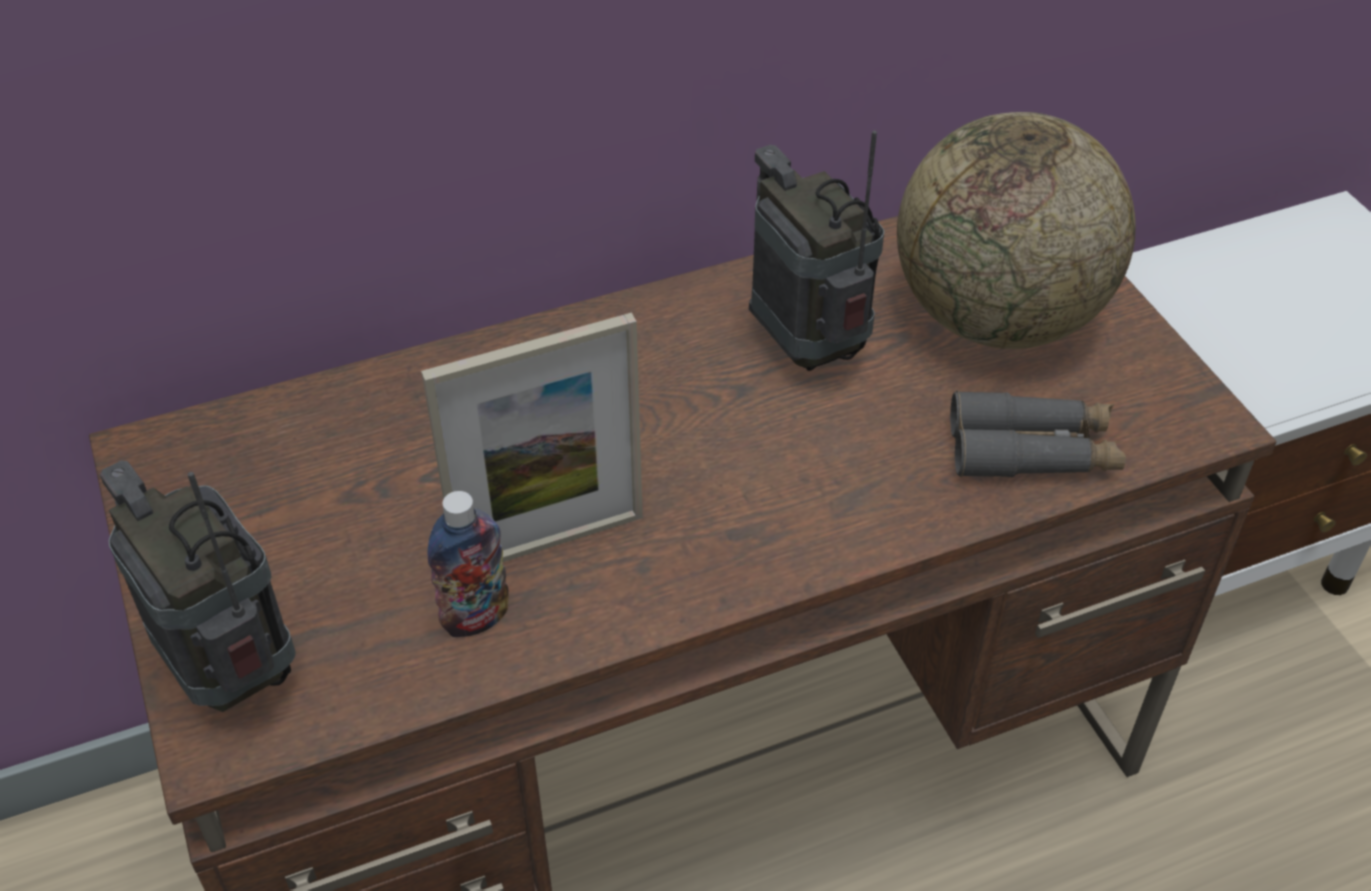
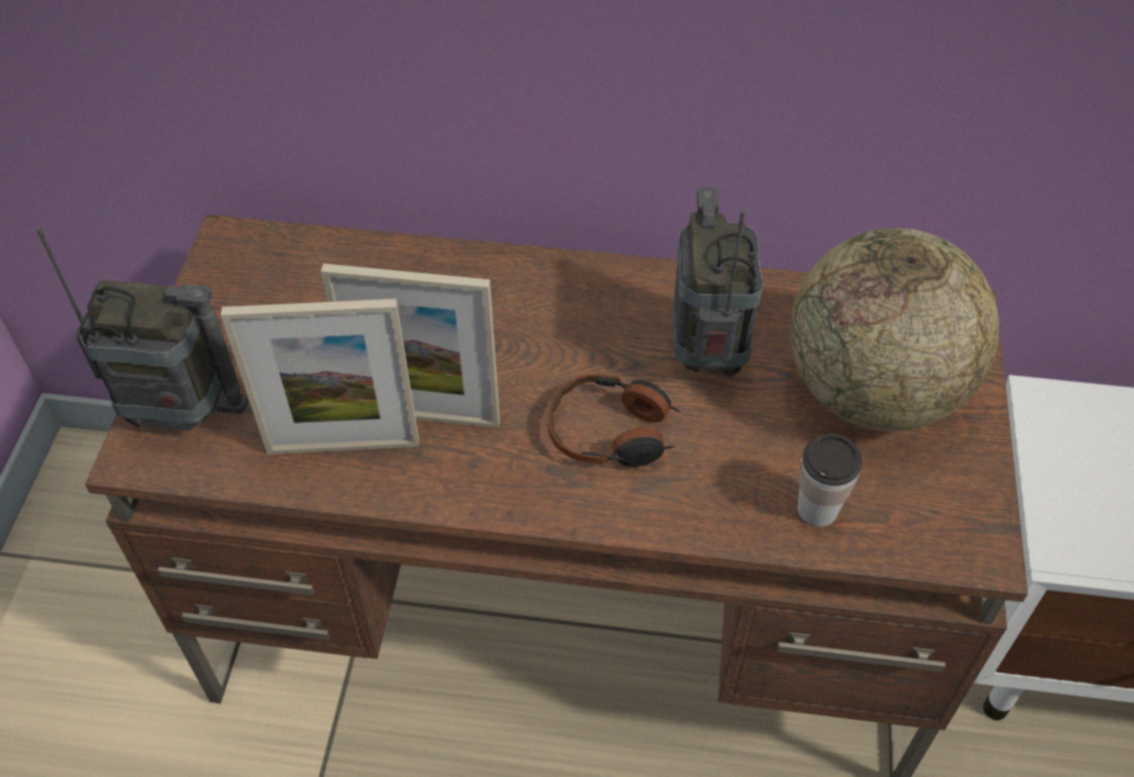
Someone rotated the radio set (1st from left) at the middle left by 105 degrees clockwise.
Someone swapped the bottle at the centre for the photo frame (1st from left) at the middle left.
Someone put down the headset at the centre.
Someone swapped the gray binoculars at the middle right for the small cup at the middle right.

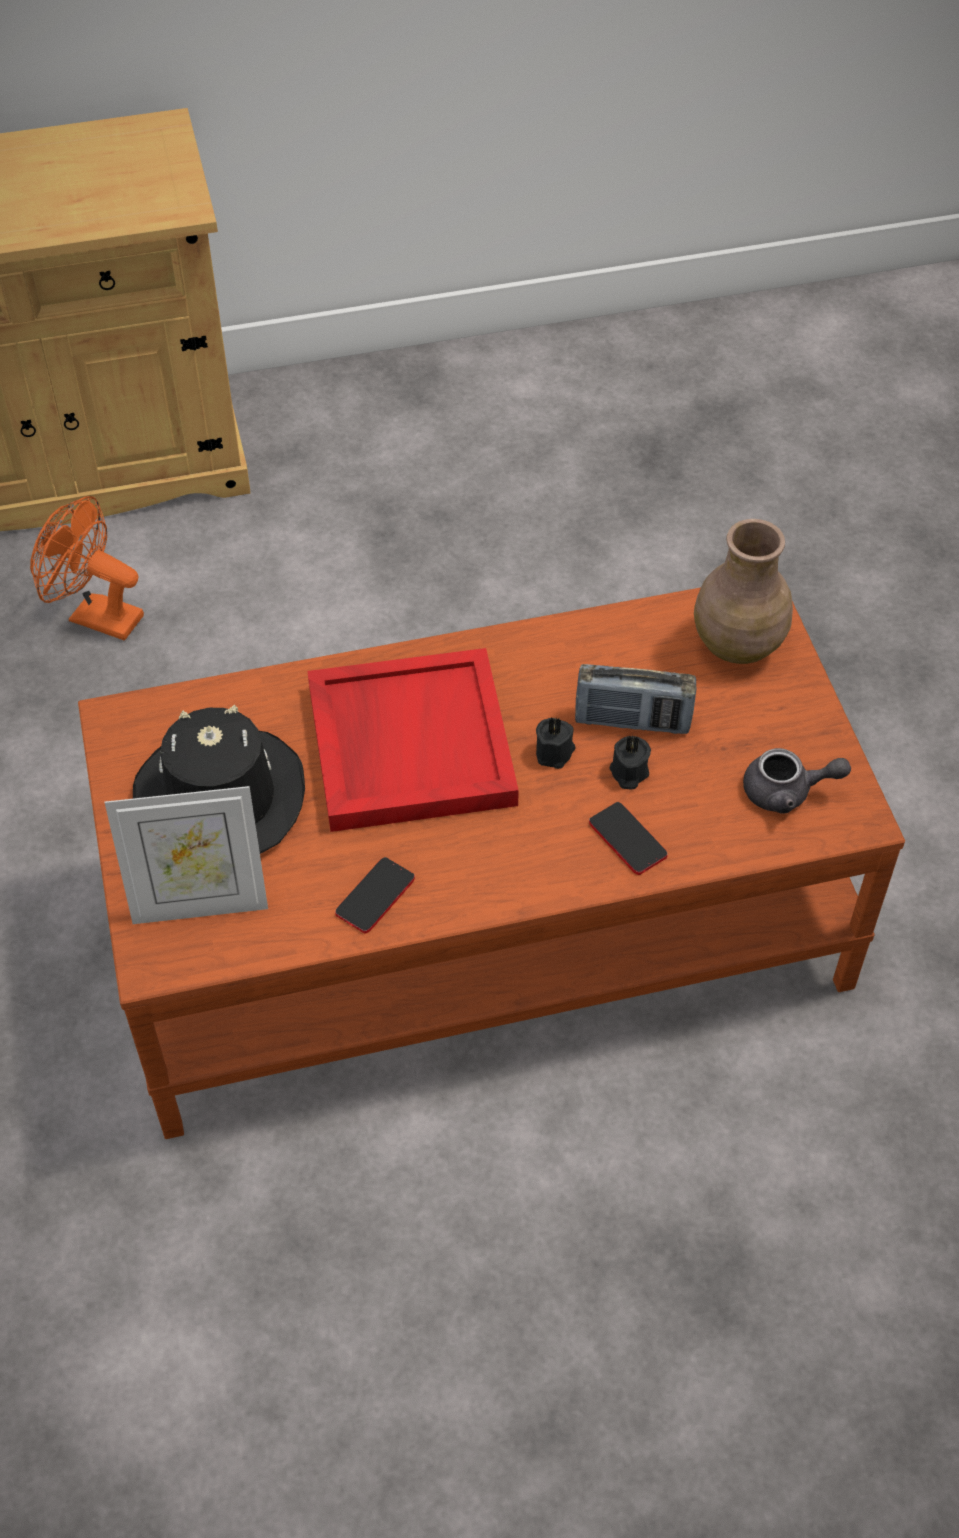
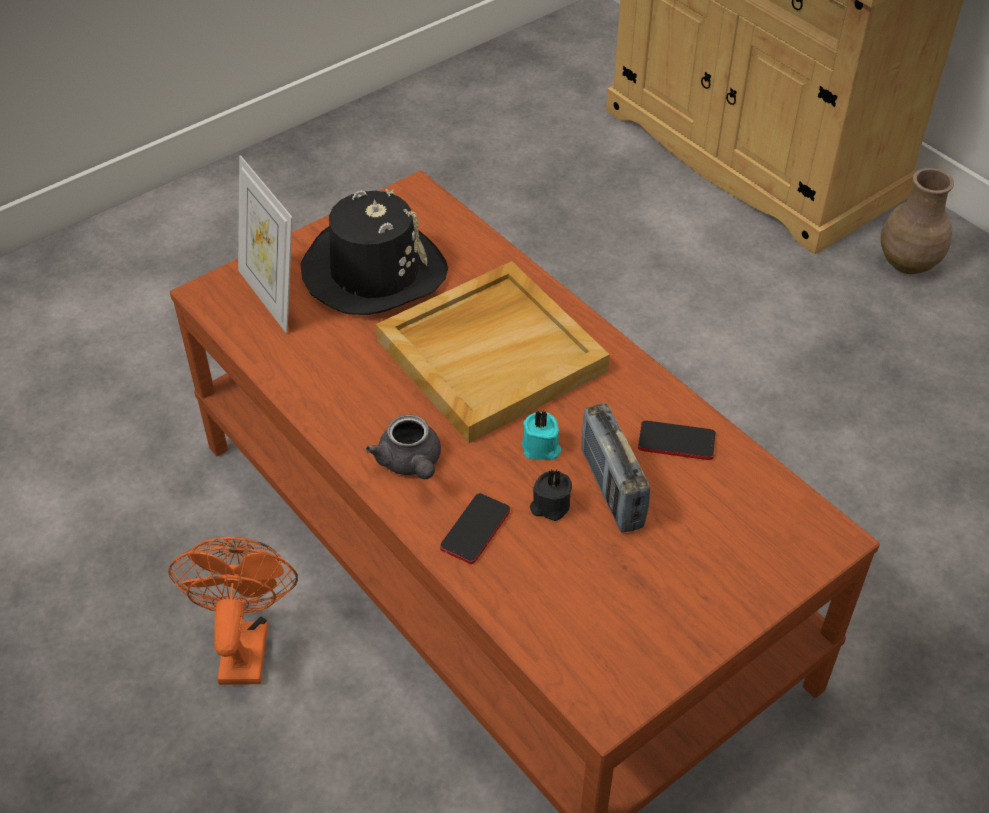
Someone carried the orange-coloured fan from the middle left to the bottom left.
Someone carried the gray tea pot from the middle right to the centre.
Someone repainted the red-coloured carrying tray at the centre, which became the beige carrying tray at the centre.
Someone repainted the black-coloured candle (1st from left) at the centre, which became the turquoise candle at the centre.
Someone carried the handset (1st from left in the first image) from the centre to the middle right.
Someone carried the brownish flower vase from the middle right to the top right.

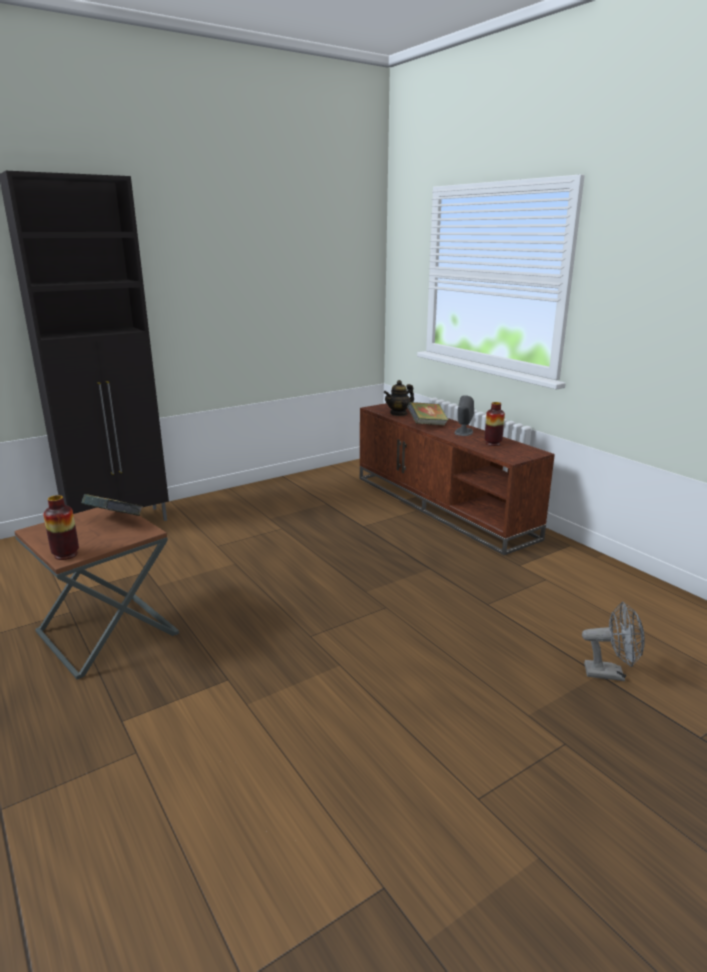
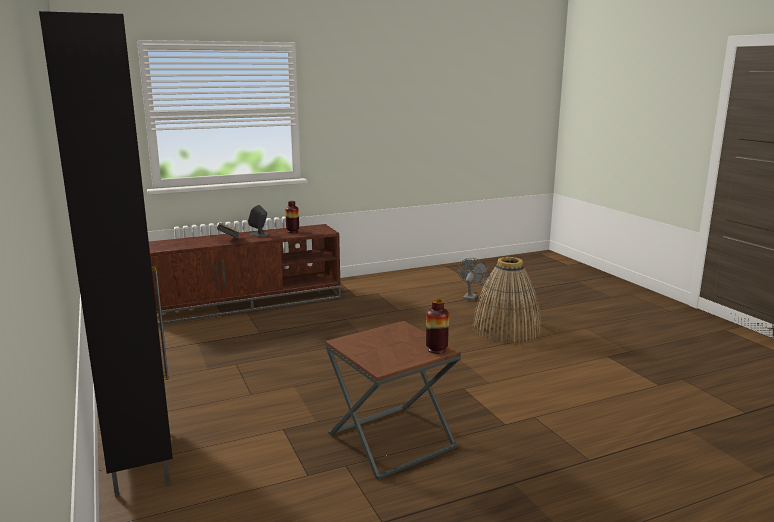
Someone put down the basket at the centre.
Someone took away the volume (1st from left) at the middle left.
Someone took away the tea pot at the centre.

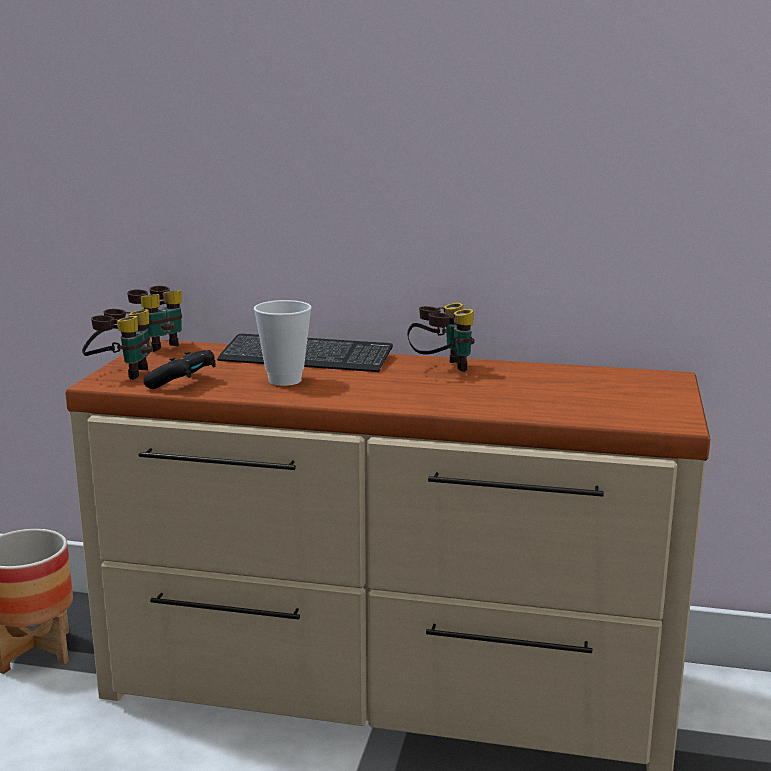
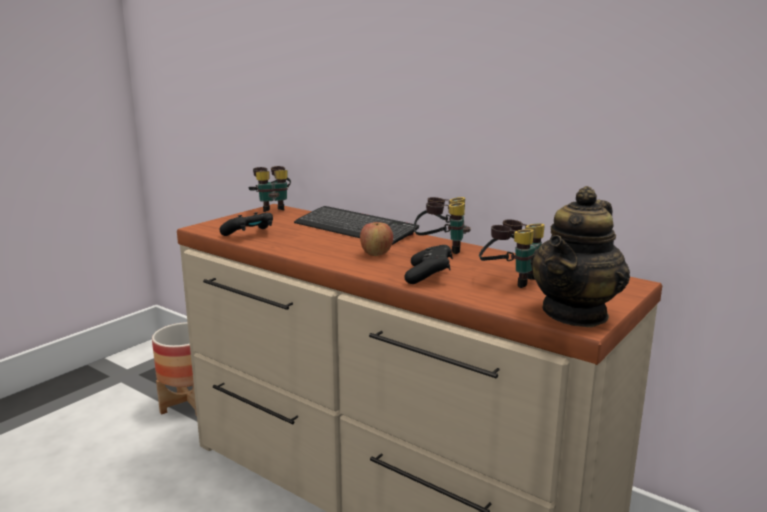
Someone put down the apple fruit at the centre.
Someone put down the black-coloured gamepad (2nd from left) at the centre.
Someone carried the binoculars (1st from left in the first image) from the middle left to the middle right.
Someone put down the tea pot at the middle right.
Someone took away the small cup at the centre.

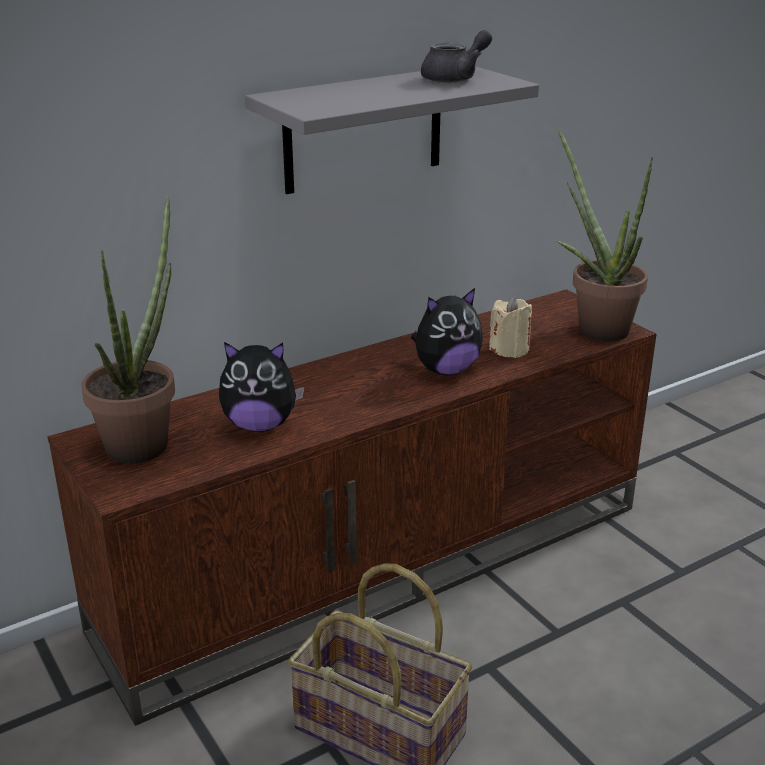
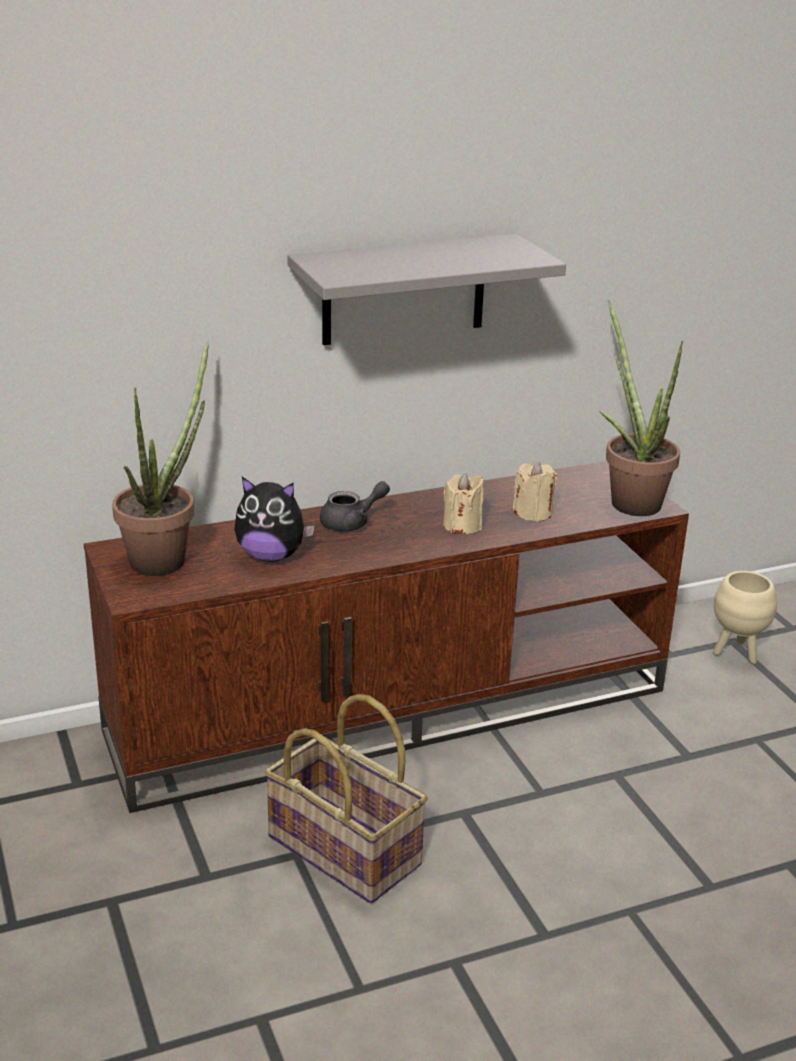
Someone carried the gray tea pot from the top centre to the centre.
Someone swapped the soft toy (2nd from left) at the centre for the beige candle (1st from left) at the centre.
Someone put down the beige plant pot at the middle right.

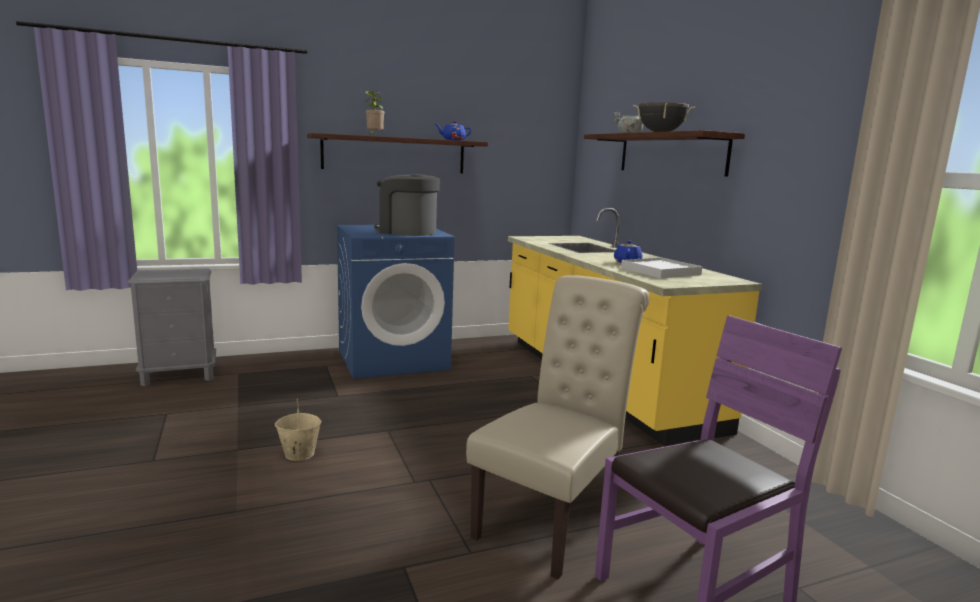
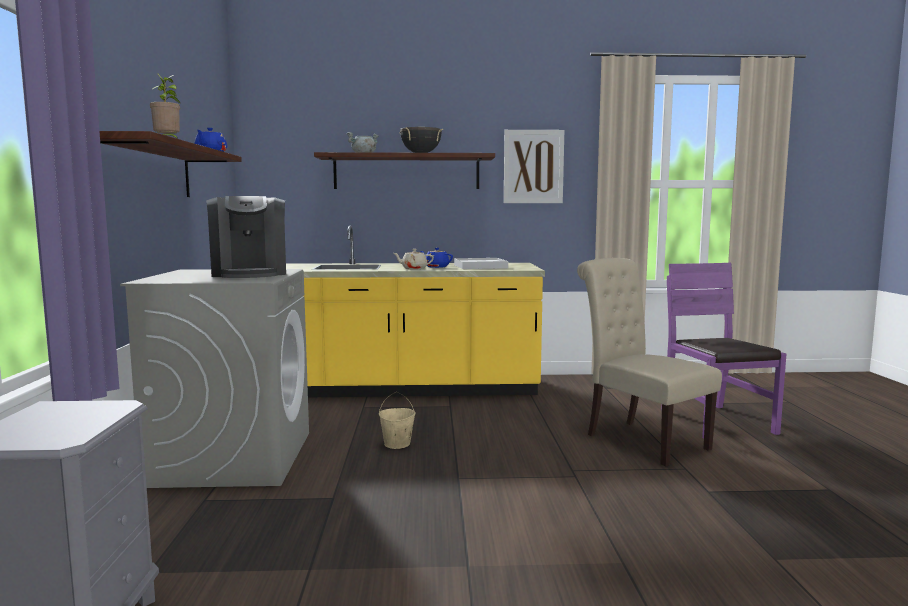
Someone repainted the blue laundry appliance at the centre, which became the gray laundry appliance at the middle left.
Someone rotated the coffee machine at the centre by 60 degrees counterclockwise.
Someone carried the beige pail from the bottom left to the bottom centre.
Someone put down the beige tea pot at the centre.
Someone put up the picture at the top centre.

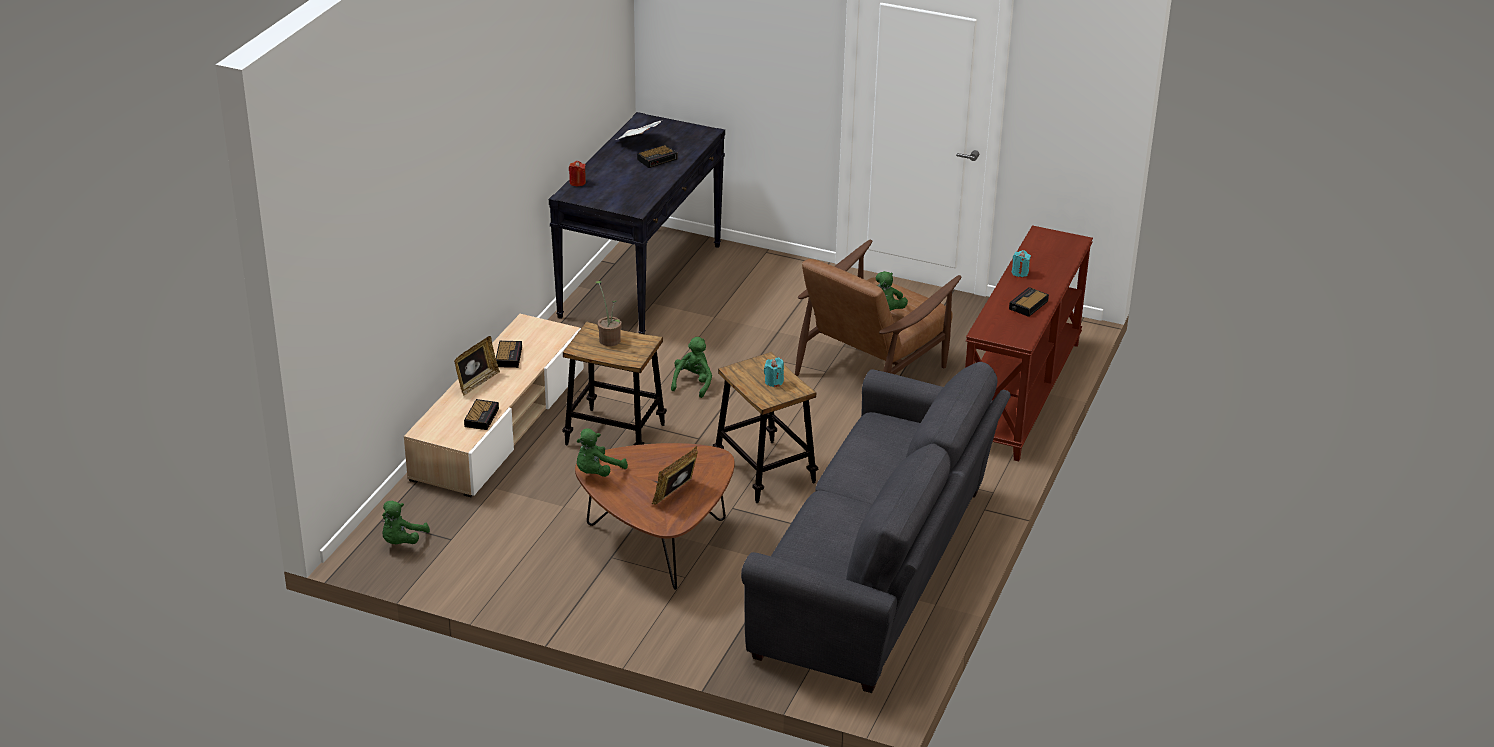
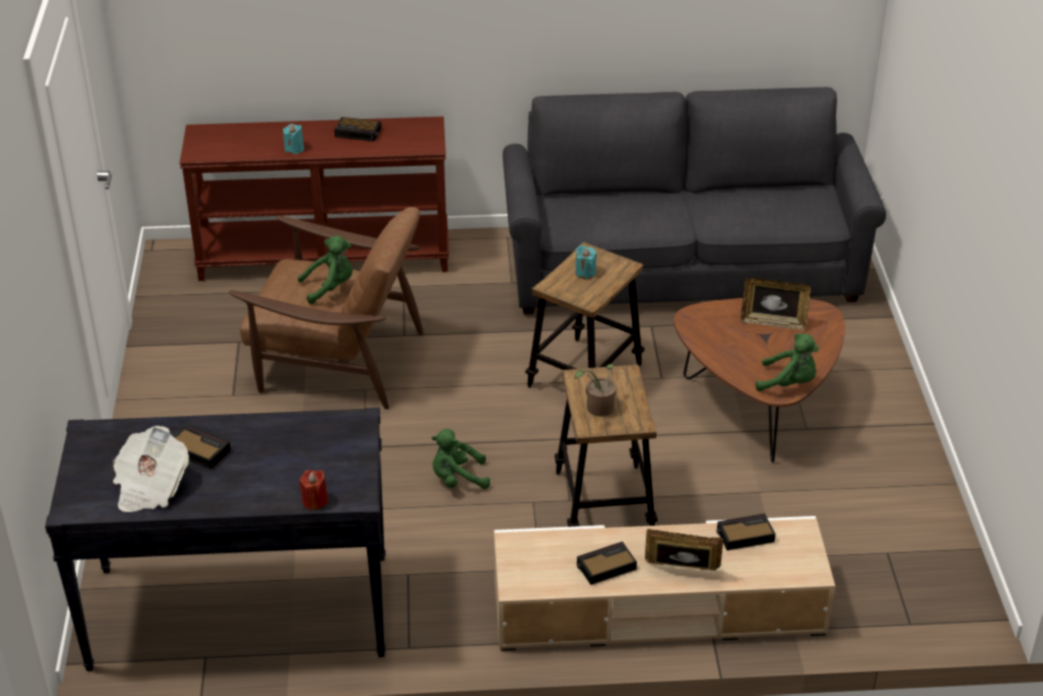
Someone took away the greenish soft toy (1st from left) at the bottom left.

